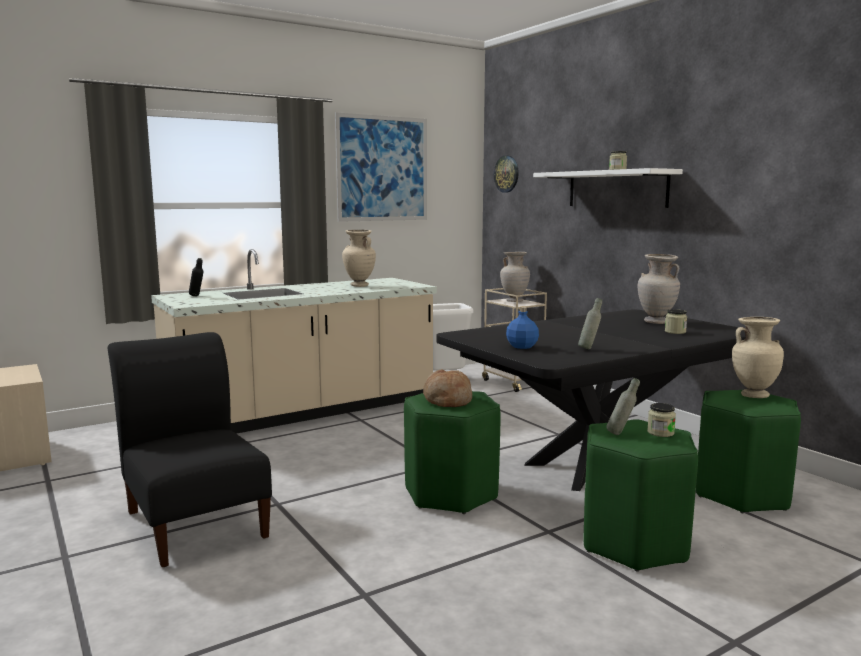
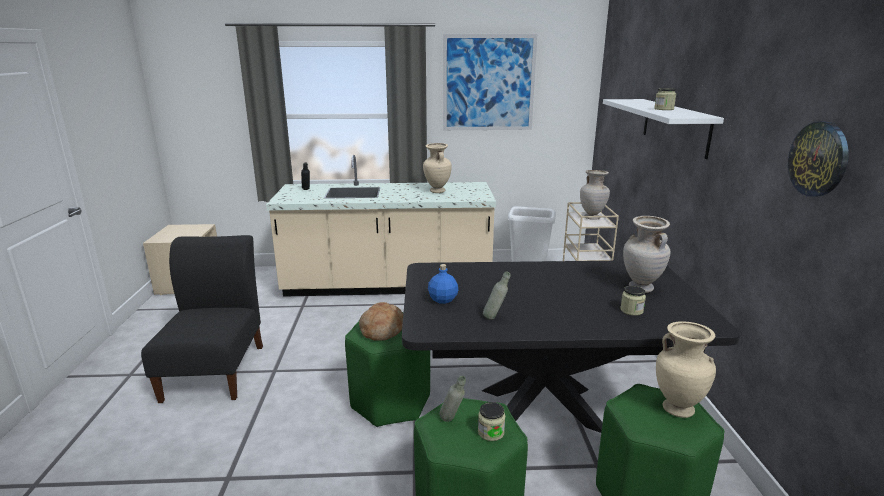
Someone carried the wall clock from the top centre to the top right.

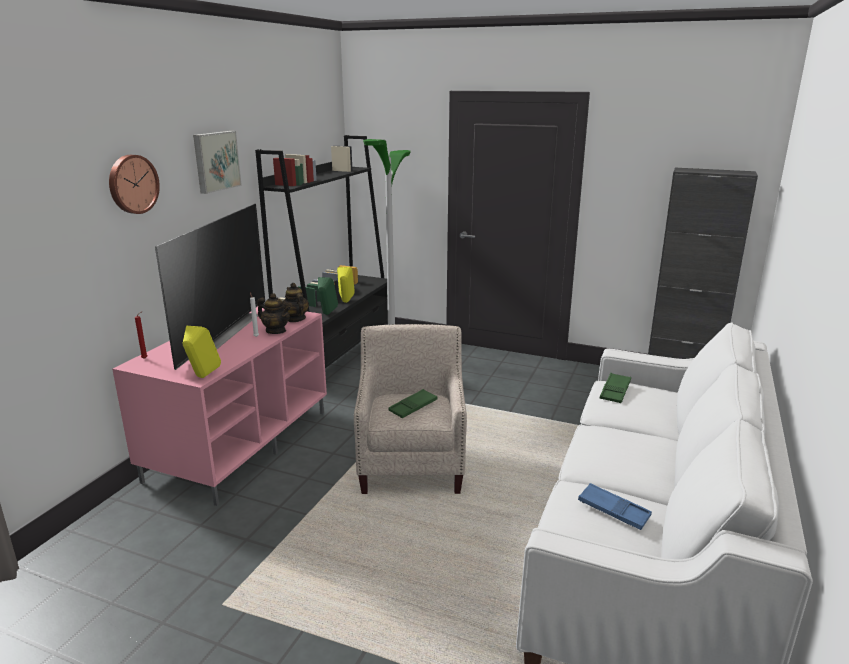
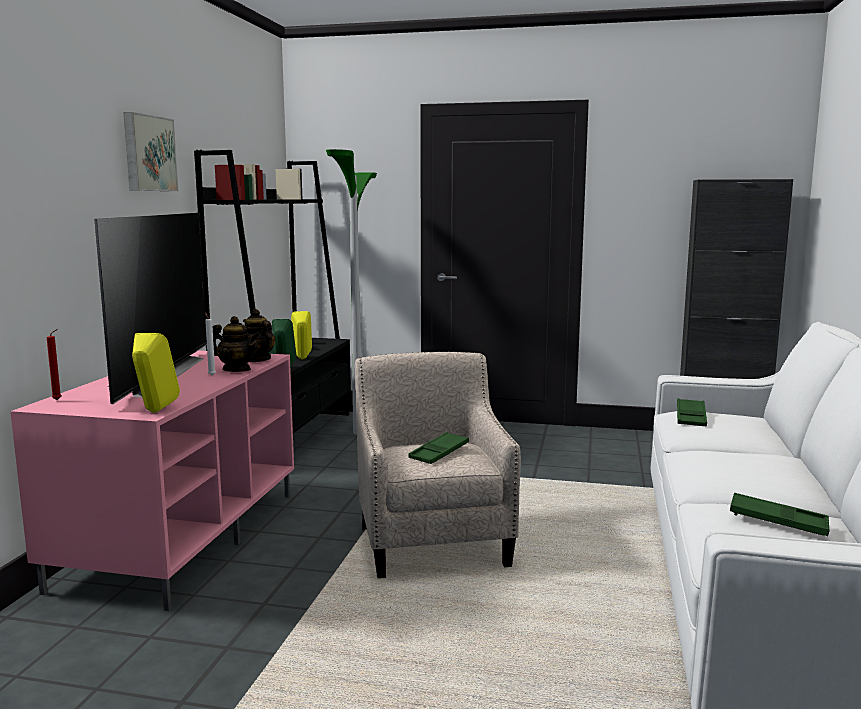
Someone repainted the blue carrying tray at the bottom right, which became the greenish carrying tray (3rd from left) at the bottom right.
Someone took away the wall clock at the top left.

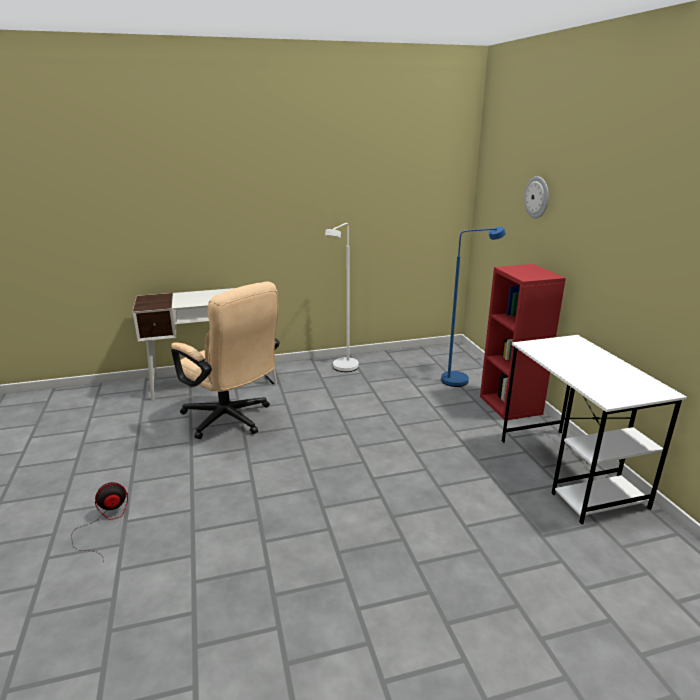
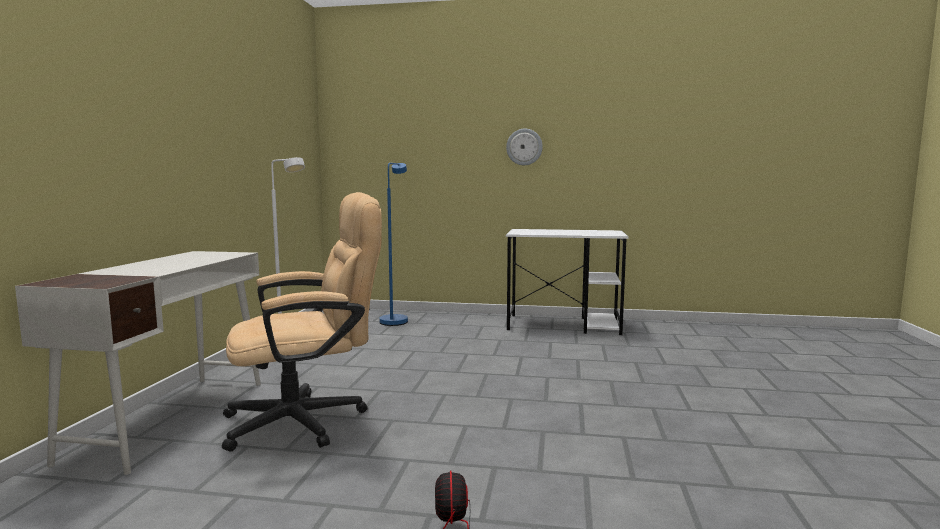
Someone carried the wall clock from the top right to the top centre.
Someone took away the red-coloured shelving unit at the middle right.

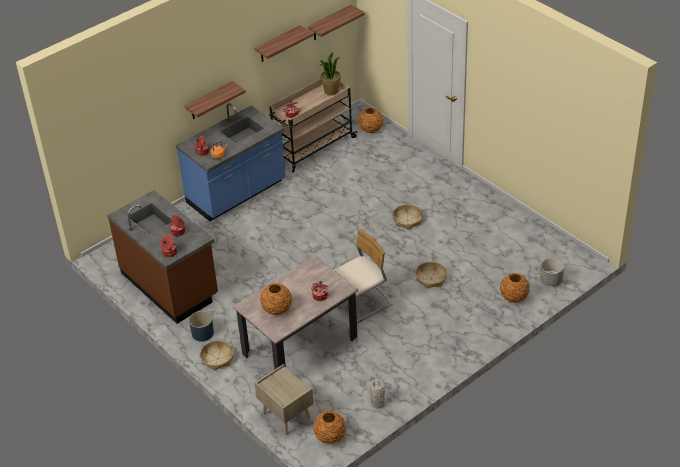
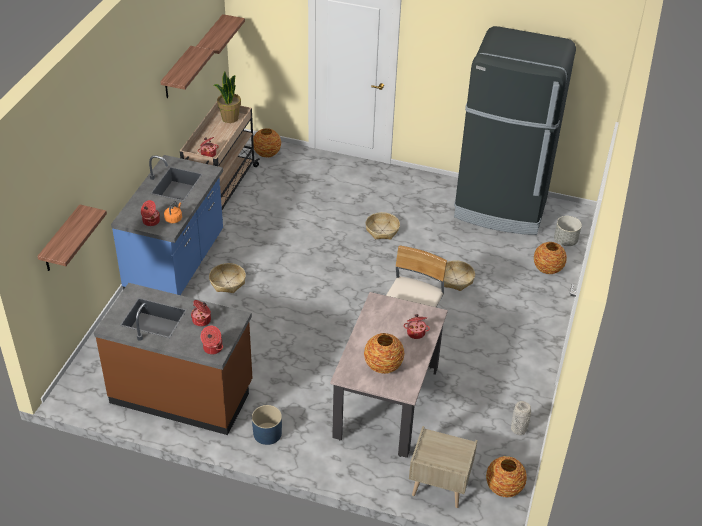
Someone carried the shelf (1st from left) from the top left to the middle left.
Someone carried the basket (1st from left) from the bottom left to the middle left.
Someone put down the black-coloured kitchen fridge at the top right.

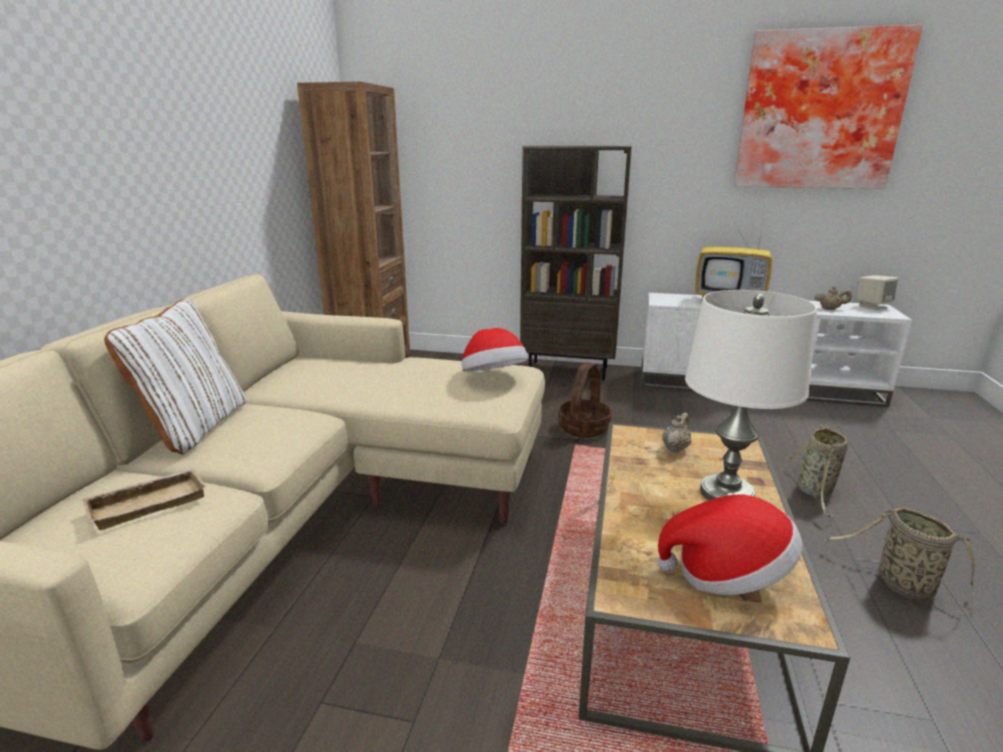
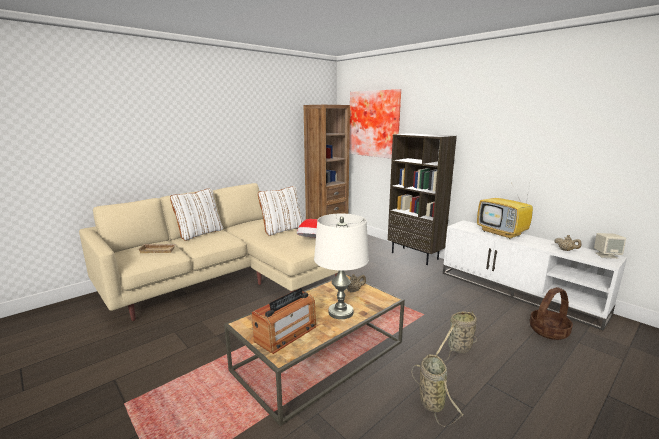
Someone swapped the wearable hat (2nd from left) at the bottom right for the radio set at the bottom centre.
Someone put down the white-coloured pillow (2nd from left) at the centre.
Someone carried the picture from the top right to the top centre.
Someone carried the basket (1st from left in the first image) from the centre to the bottom right.

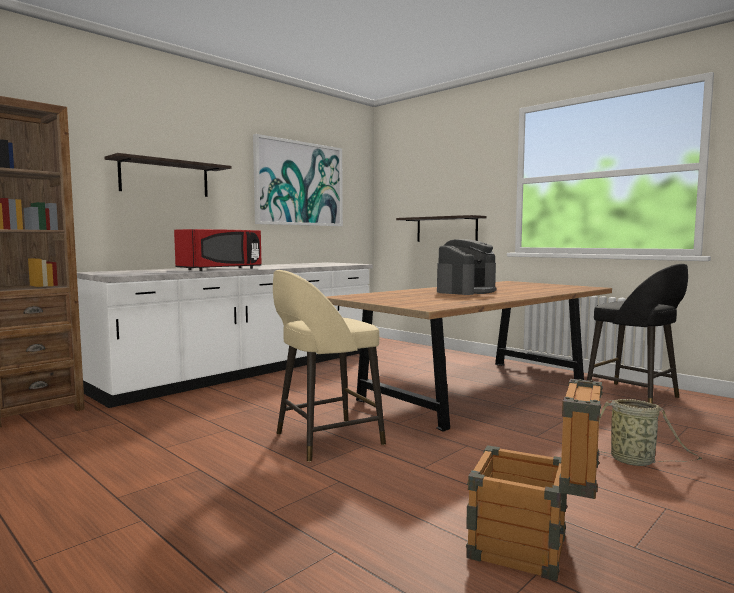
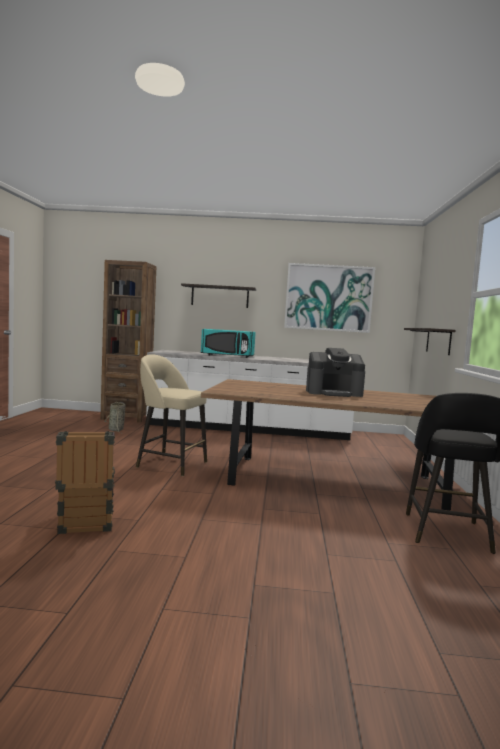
Someone carried the basket from the bottom right to the middle left.
Someone repainted the red-coloured microwave at the middle left, which became the turquoise microwave at the centre.

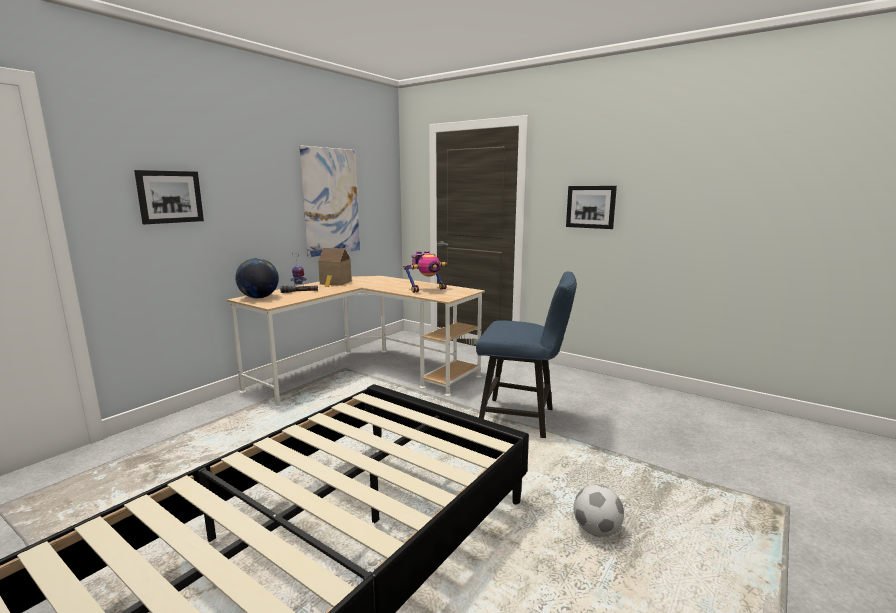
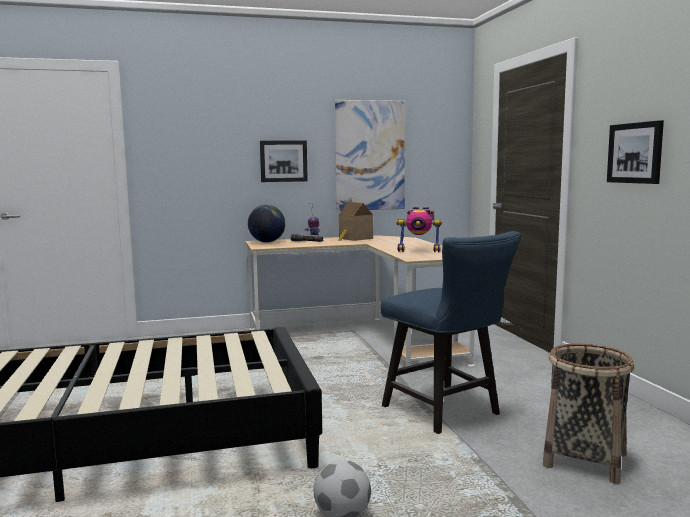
Someone carried the picture (1st from left) from the top left to the top centre.
Someone put down the basket at the bottom right.

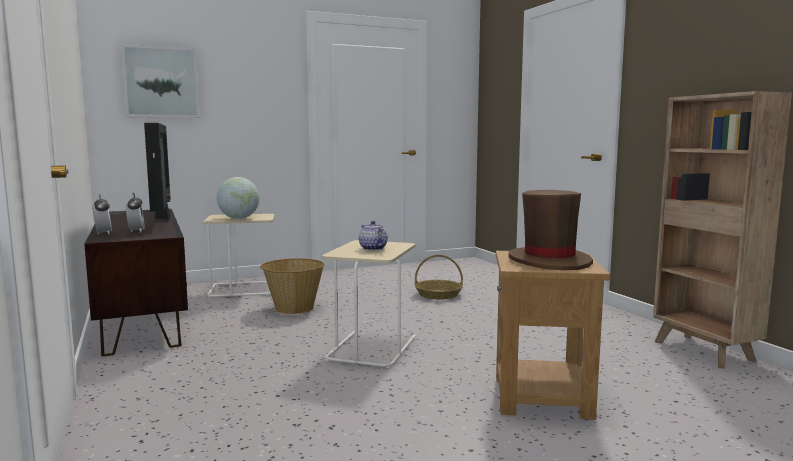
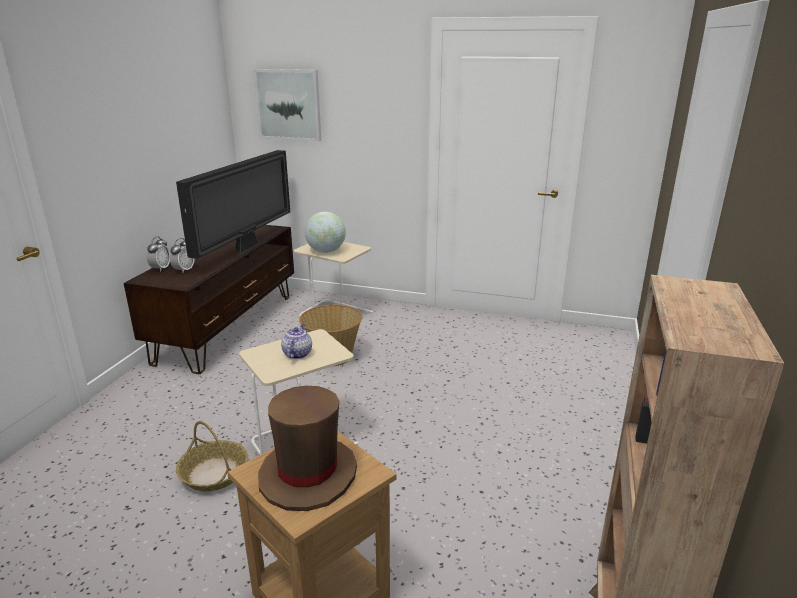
Someone carried the basket (2nd from left in the first image) from the centre to the bottom left.

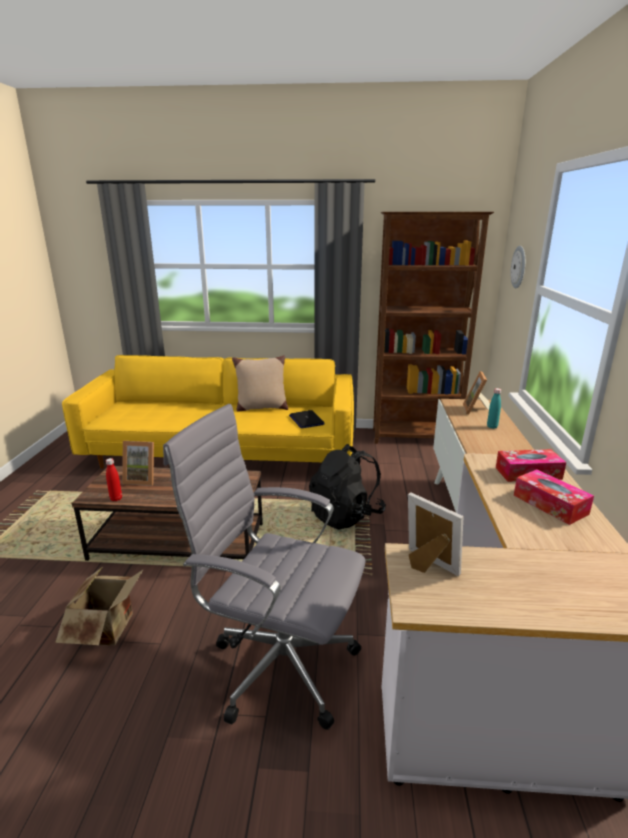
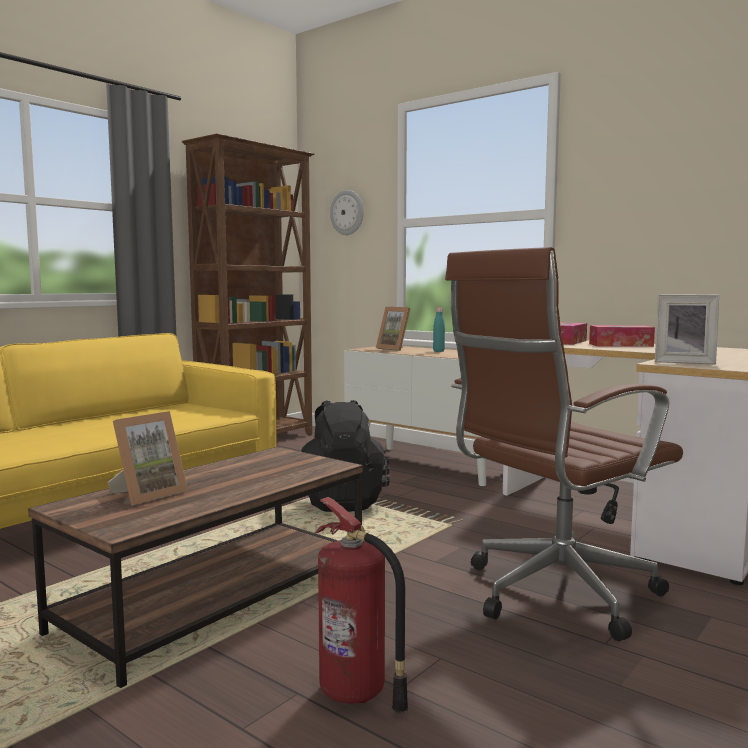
Someone swapped the carton at the bottom left for the fire-fighting cylinder at the bottom centre.
Someone repainted the gray computer chair at the bottom centre, which became the brownish computer chair at the middle right.
Someone rotated the photo frame (2nd from left in the first image) at the middle right by 150 degrees counterclockwise.
Someone took away the red-coloured bottle at the middle left.
Someone took away the beige pillow at the centre.
Someone took away the notebook computer at the centre.

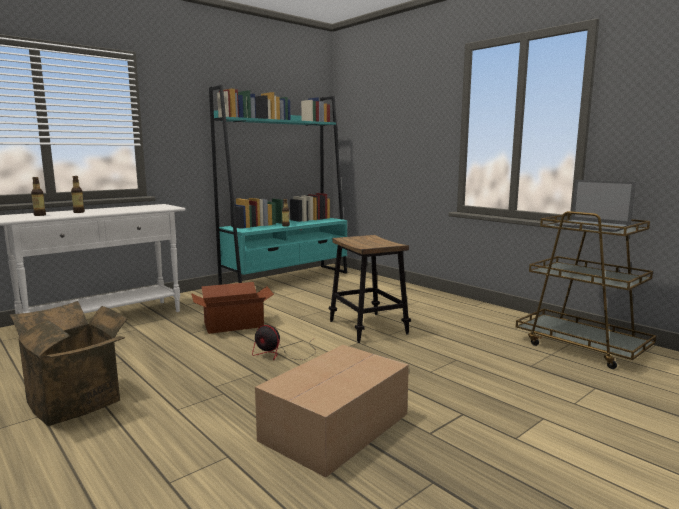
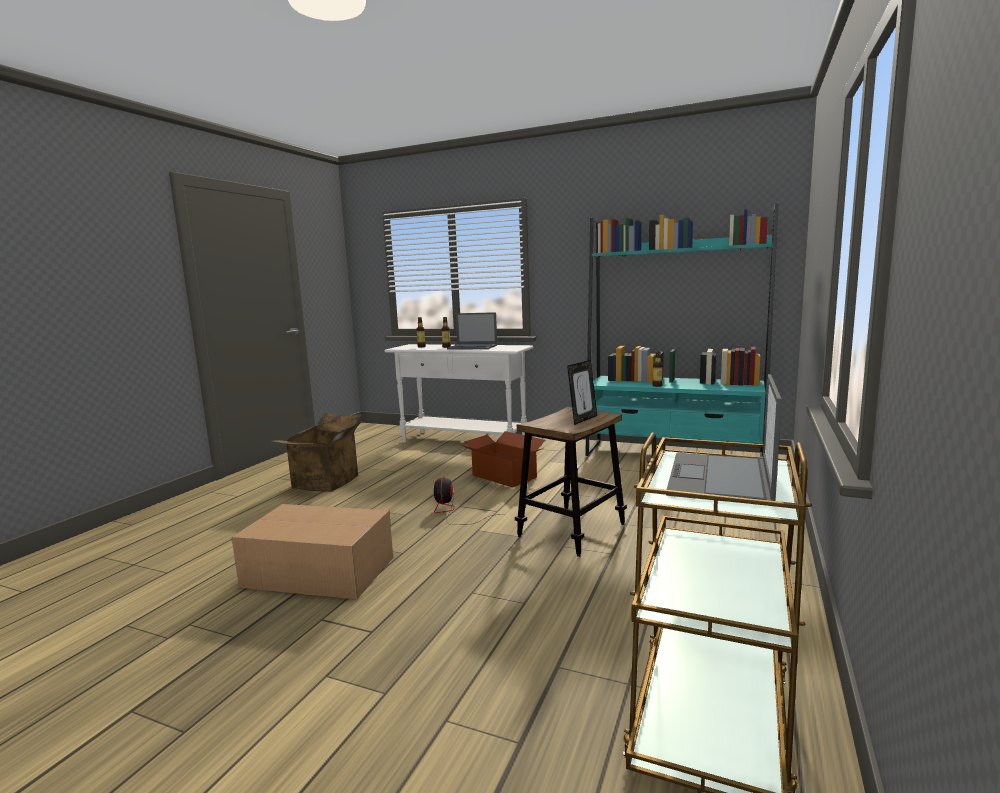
Someone put down the notebook computer (1st from left) at the centre.
Someone put down the photo frame at the centre.

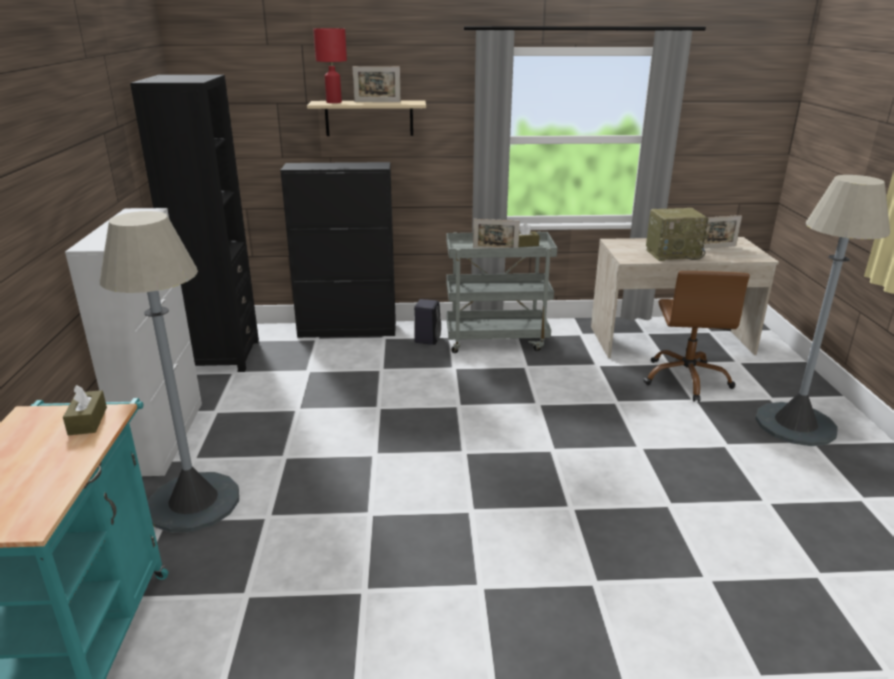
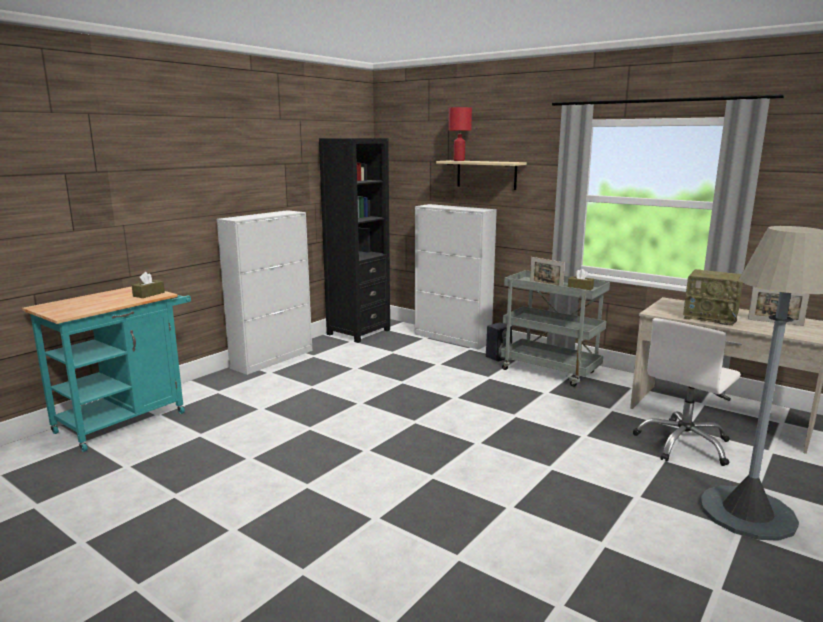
Someone repainted the black-coloured cupboard at the centre, which became the white-coloured cupboard (2nd from left) at the centre.
Someone repainted the brownish computer chair at the middle right, which became the white-coloured computer chair at the middle right.
Someone took away the gray floor lamp (1st from left) at the middle left.
Someone took away the photo frame (1st from left) at the top centre.

